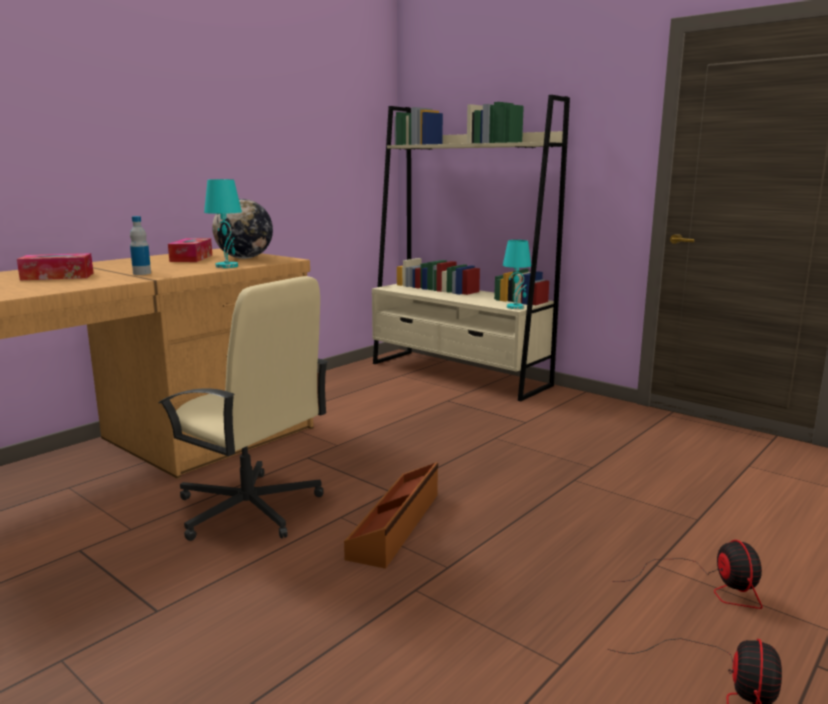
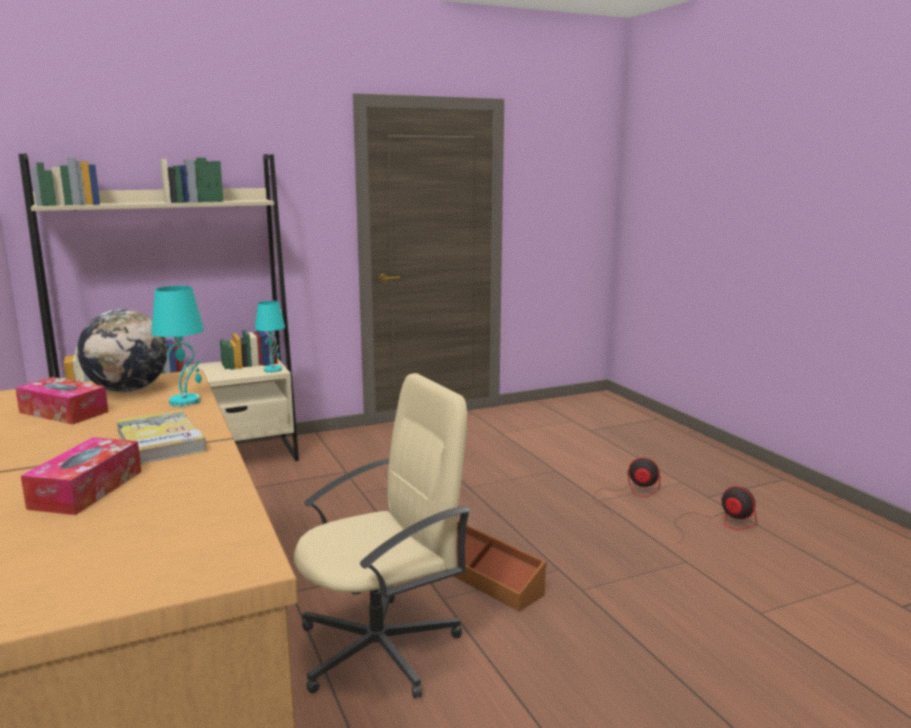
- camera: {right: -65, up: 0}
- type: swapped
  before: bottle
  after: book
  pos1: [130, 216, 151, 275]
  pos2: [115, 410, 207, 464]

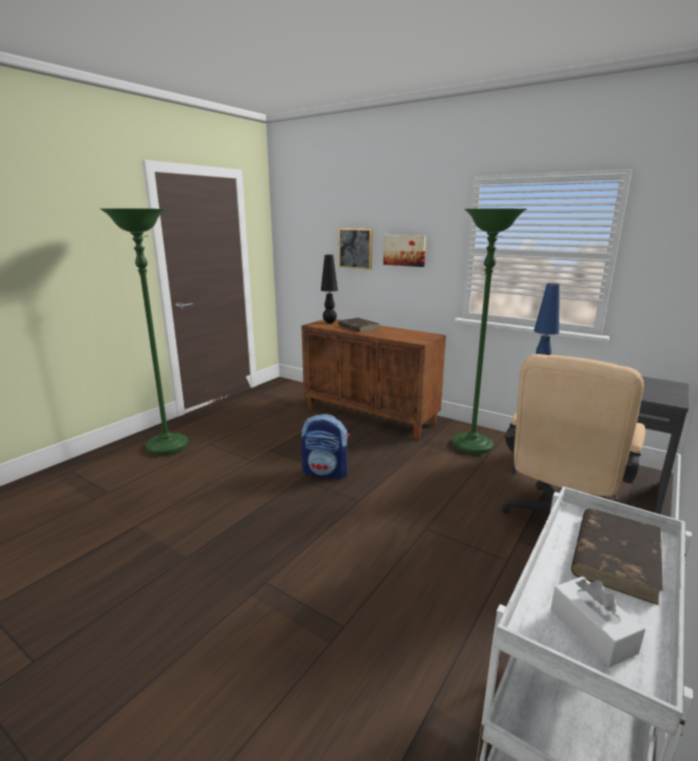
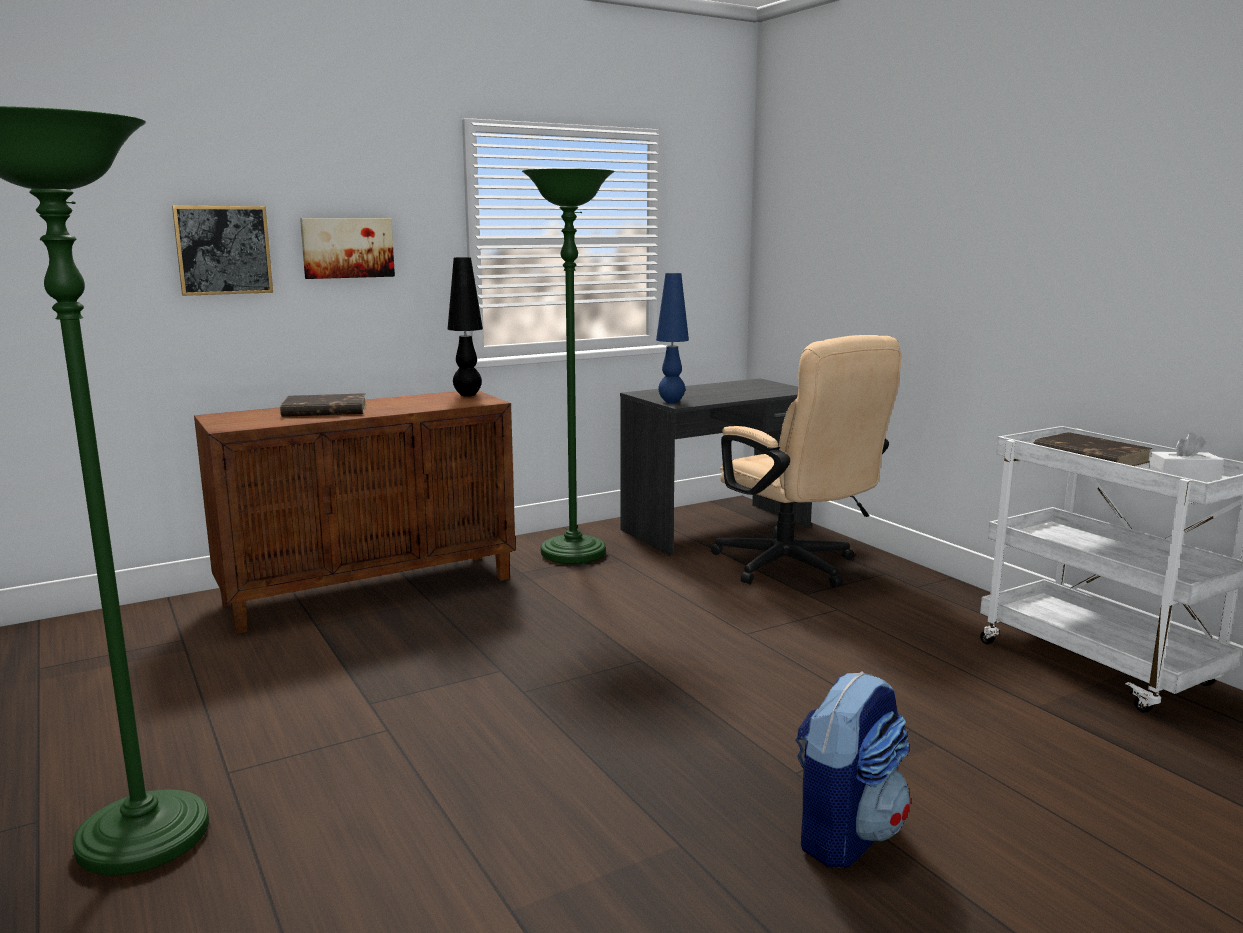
- camera: {right: -65, up: -5}
- type: shifted
  before: backpack
  pos1: [301, 414, 349, 480]
  pos2: [795, 671, 910, 868]
- type: shifted
  before: black_table_lamp
  pos1: [321, 254, 338, 323]
  pos2: [447, 257, 483, 397]

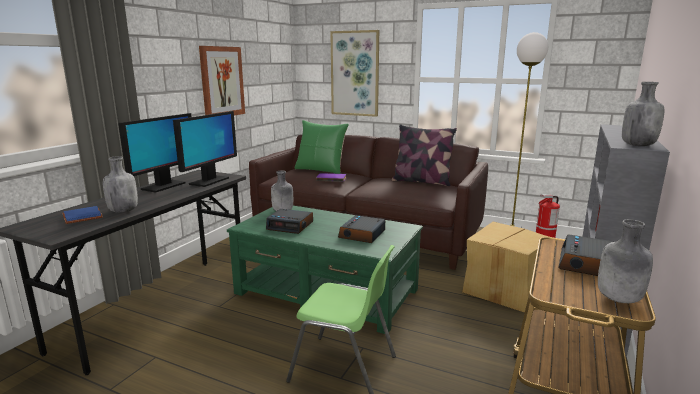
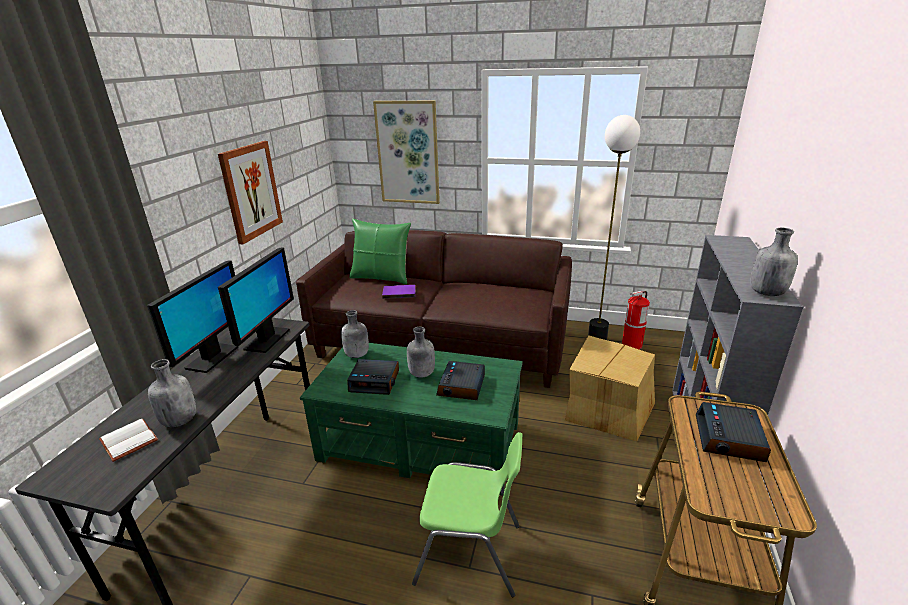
- camera: {right: -10, up: 10}
- type: repainted
  before: blue_book
  after: white_book
  pos1: [62, 206, 103, 224]
  pos2: [99, 419, 158, 462]
- type: gone
  before: pillow
  pos1: [392, 124, 457, 186]
- type: shifted
  before: grey_bottle
  pos1: [598, 219, 653, 303]
  pos2: [407, 327, 435, 378]

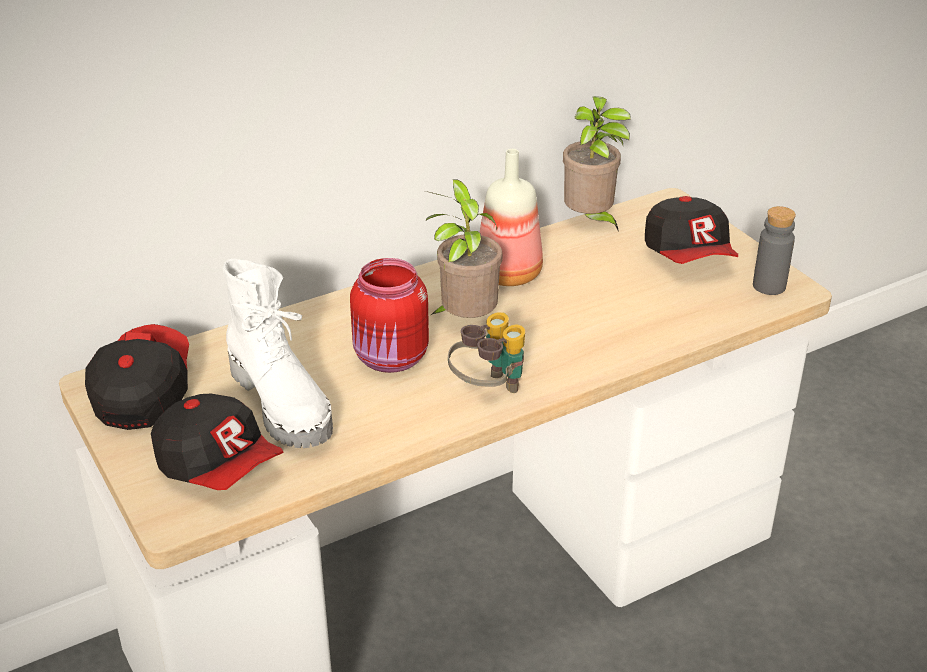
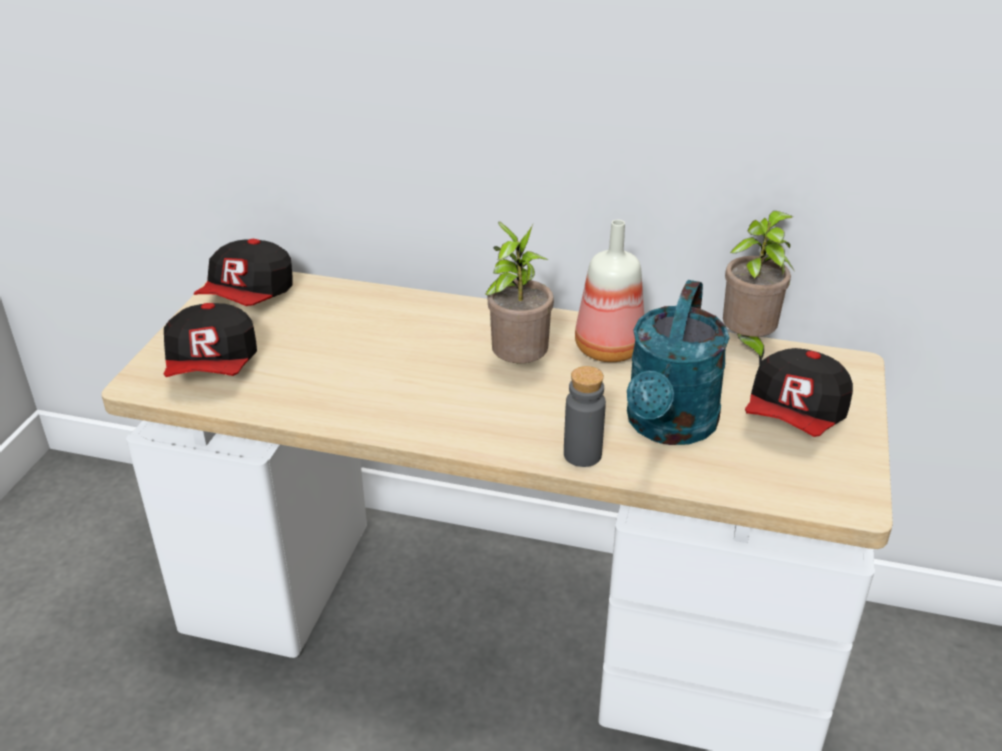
- camera: {right: 45, up: 0}
- type: rotated
  before: cap
  pos1: [85, 324, 189, 430]
  pos2: [194, 239, 292, 306]
  turn: 150
- type: gone
  before: white_boot
  pos1: [223, 258, 333, 448]
- type: gone
  before: red_jar
  pos1: [350, 258, 429, 373]
- type: gone
  before: binoculars
  pos1: [448, 312, 525, 393]
- type: shifted
  before: grey_bottle
  pos1: [753, 206, 796, 295]
  pos2: [564, 366, 606, 467]
- type: new
  after: turquoise_watering_can
  pos2: [627, 280, 730, 445]

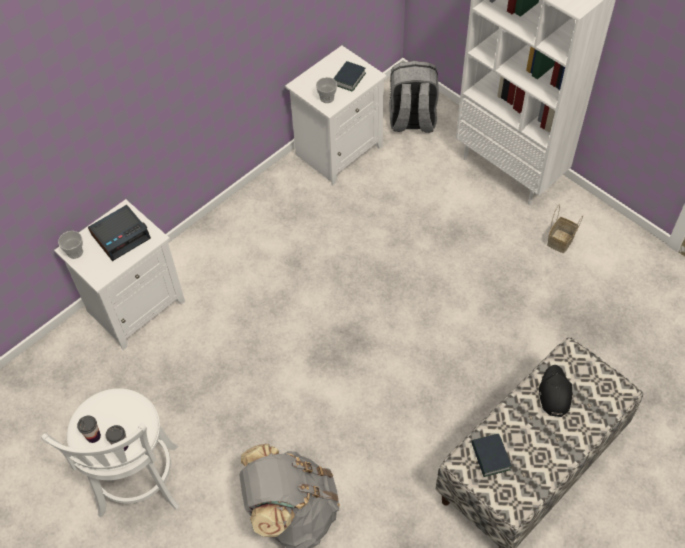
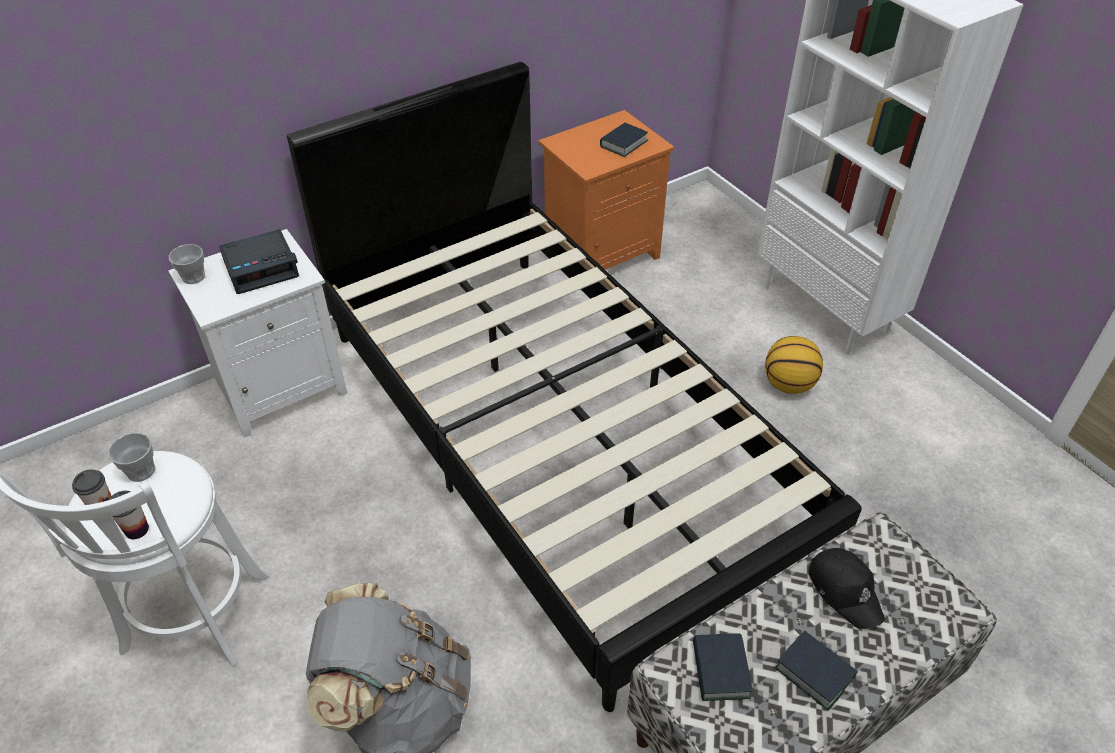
- camera: {right: 10, up: -10}
- type: repainted
  before: white_nightstand
  after: orange_nightstand
  pos1: [285, 46, 386, 185]
  pos2: [538, 110, 674, 270]
- type: shifted
  before: cup
  pos1: [316, 77, 337, 103]
  pos2: [108, 433, 156, 482]
- type: gone
  before: grey_backpack
  pos1: [389, 61, 439, 133]
- type: rotated
  before: black_cap
  pos1: [539, 365, 572, 417]
  pos2: [809, 548, 885, 629]
  turn: 135
- type: gone
  before: basket
  pos1: [547, 205, 583, 253]
- type: new
  after: black_bed
  pos2: [287, 62, 862, 712]
- type: new
  after: basketball
  pos2: [765, 336, 823, 394]
- type: new
  after: book
  pos2: [775, 630, 858, 711]

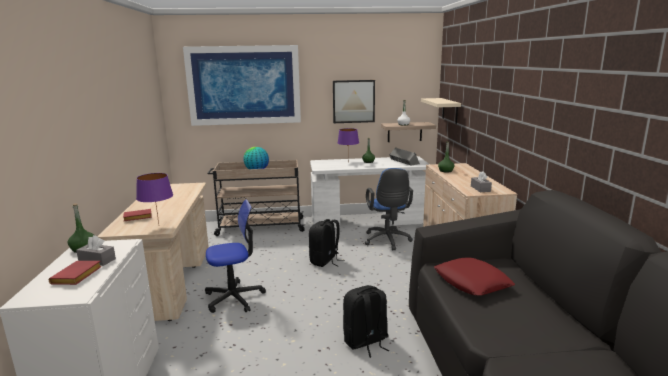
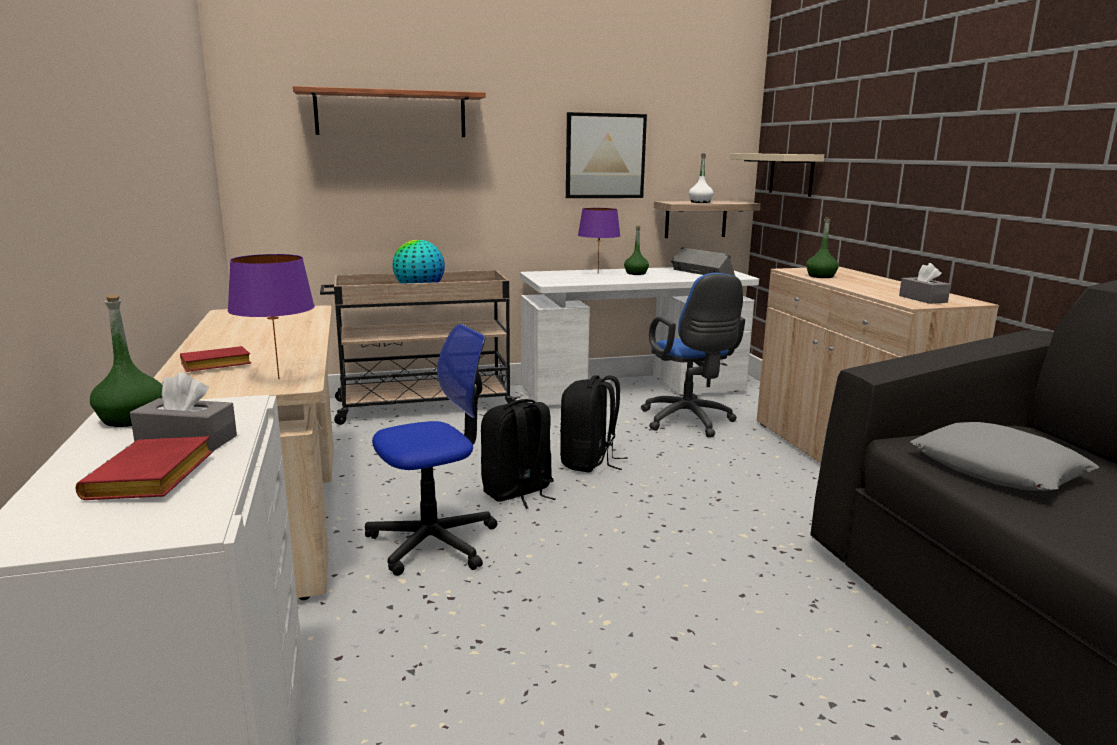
- camera: {right: -10, up: 0}
- type: swapped
  before: picture
  after: shelf
  pos1: [183, 45, 301, 126]
  pos2: [293, 86, 486, 137]
- type: shifted
  before: black_backpack
  pos1: [343, 285, 389, 358]
  pos2: [481, 399, 555, 509]
- type: repainted
  before: red_pillow
  after: grey_pillow
  pos1: [434, 258, 515, 296]
  pos2: [910, 422, 1099, 491]

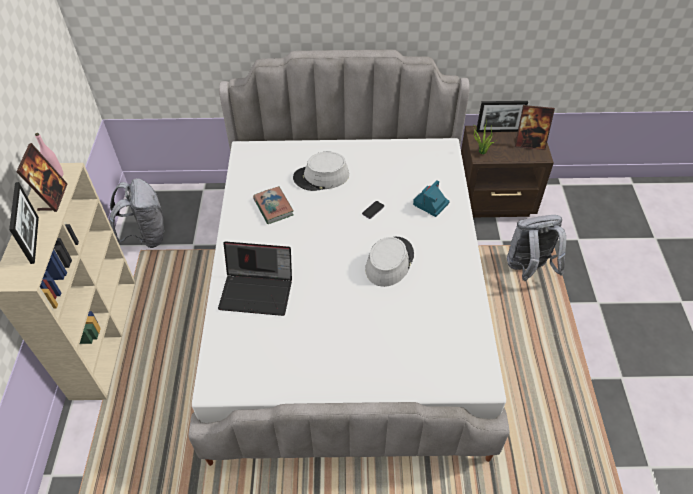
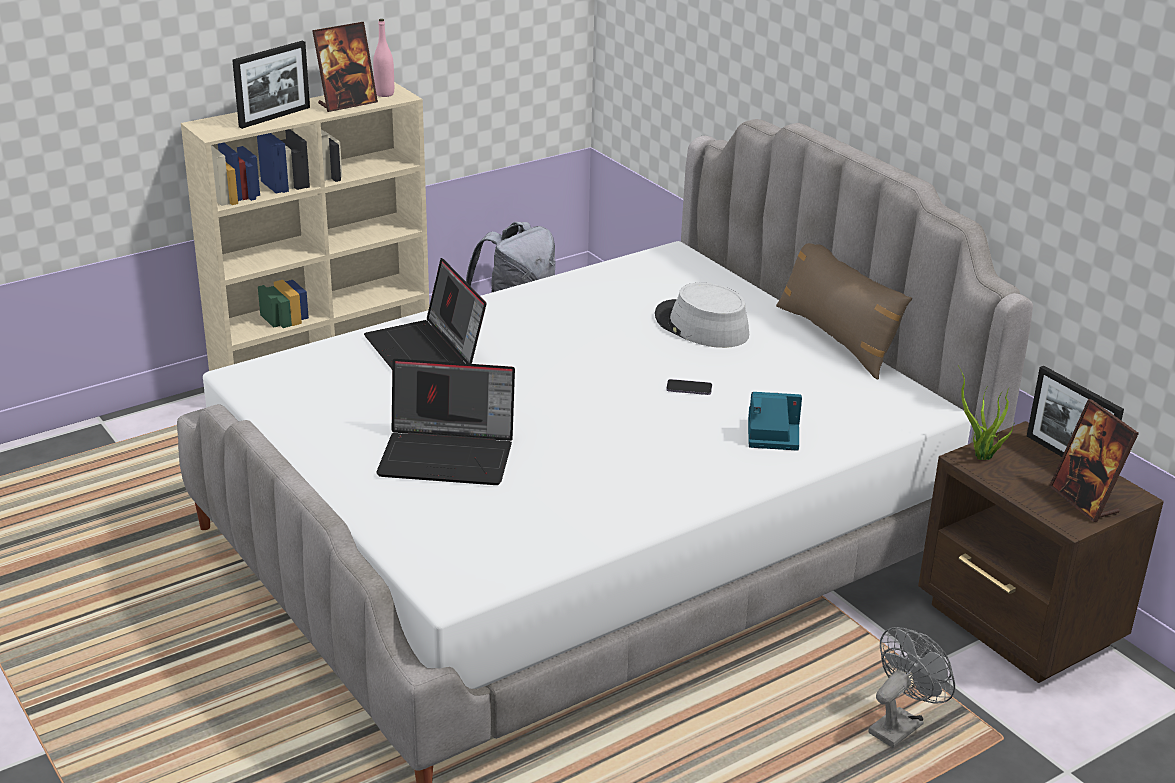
- camera: {right: 55, up: -20}
- type: gone
  before: book
  pos1: [253, 186, 293, 224]
- type: gone
  before: grey_hat
  pos1: [365, 237, 414, 287]
- type: swapped
  before: grey_backpack
  after: grey_fan
  pos1: [507, 215, 566, 281]
  pos2: [868, 627, 955, 748]
- type: new
  after: laptop
  pos2: [376, 359, 515, 485]
- type: new
  after: brown_pillow
  pos2: [776, 243, 912, 380]

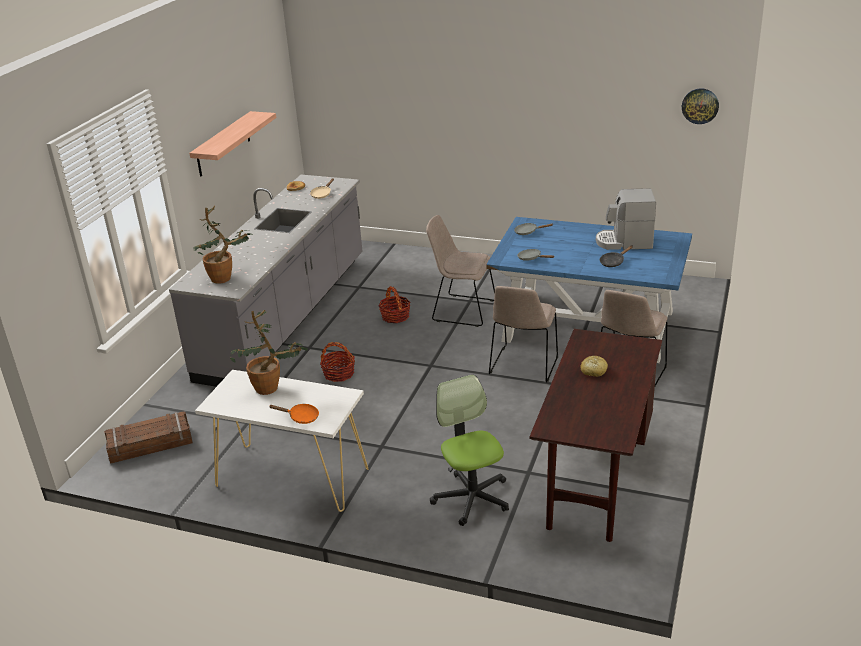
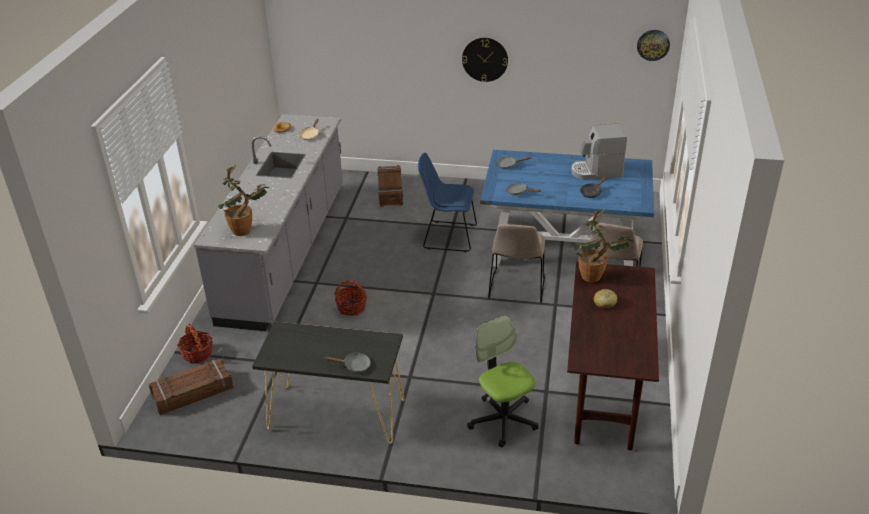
- camera: {right: -10, up: 5}
- type: gone
  before: shelf
  pos1: [189, 111, 276, 177]
- type: repainted
  before: white_console_table
  after: black_console_table
  pos1: [195, 370, 368, 512]
  pos2: [252, 321, 405, 444]
- type: shifted
  before: potted_plant
  pos1: [230, 310, 308, 395]
  pos2: [573, 210, 634, 282]
- type: repainted
  before: orange_frying_pan
  after: grey_frying_pan
  pos1: [269, 404, 319, 424]
  pos2: [324, 353, 371, 372]
- type: shifted
  before: basket
  pos1: [379, 286, 411, 323]
  pos2: [177, 324, 213, 363]
- type: repainted
  before: beige_chair
  after: blue_chair
  pos1: [426, 215, 495, 327]
  pos2: [418, 153, 477, 252]
- type: new
  after: crate
  pos2: [377, 165, 403, 207]
- type: new
  after: wall_clock
  pos2: [462, 38, 508, 82]

